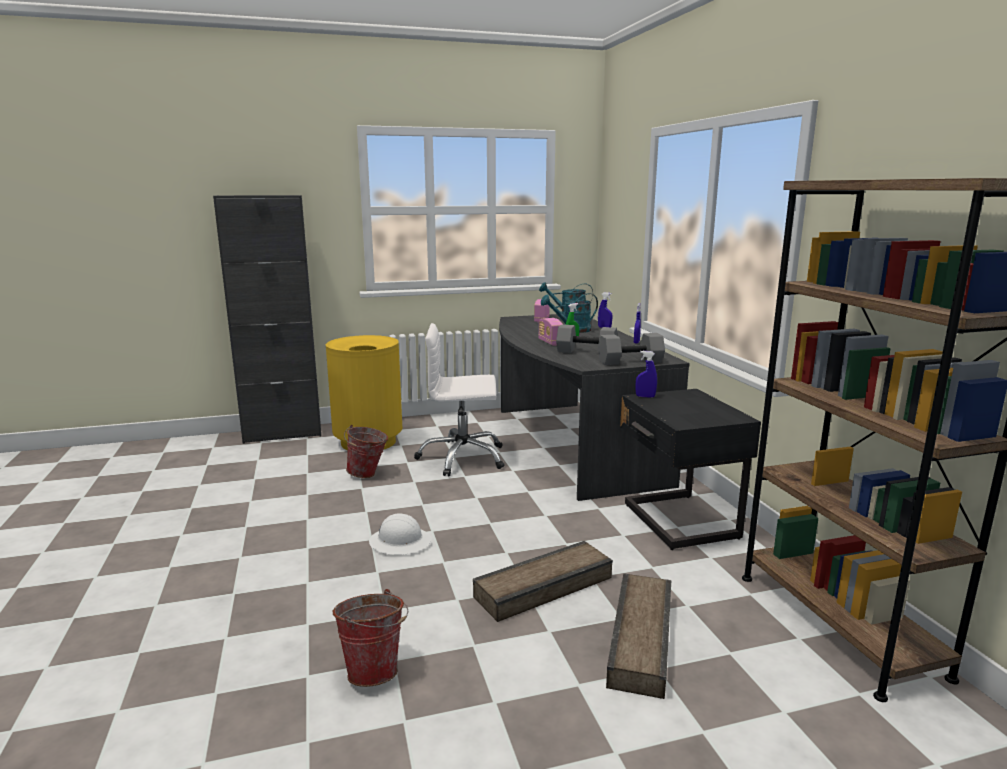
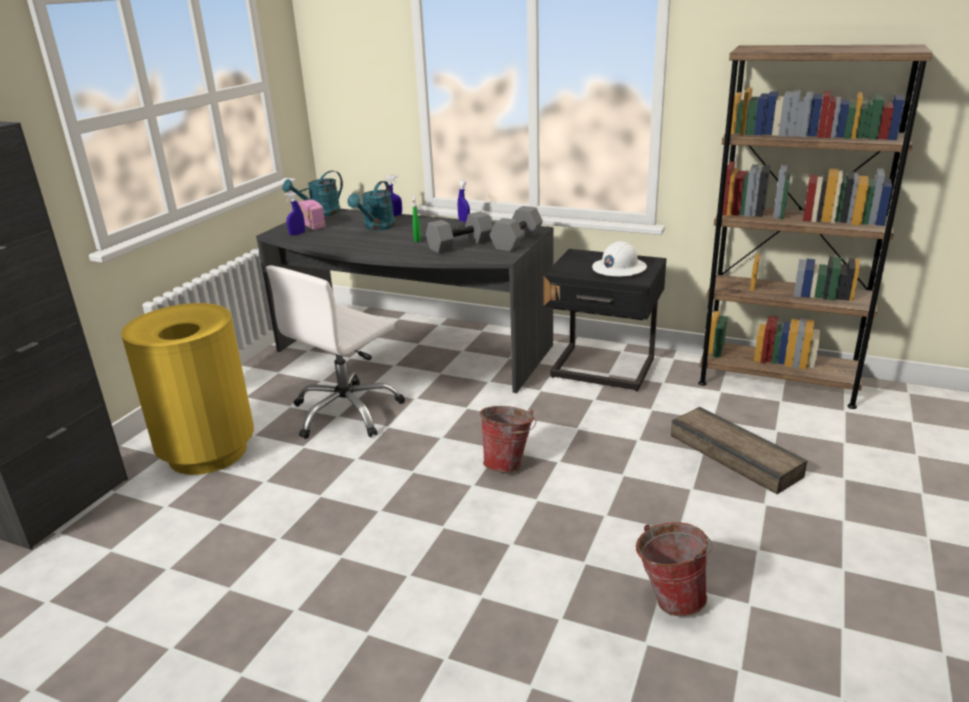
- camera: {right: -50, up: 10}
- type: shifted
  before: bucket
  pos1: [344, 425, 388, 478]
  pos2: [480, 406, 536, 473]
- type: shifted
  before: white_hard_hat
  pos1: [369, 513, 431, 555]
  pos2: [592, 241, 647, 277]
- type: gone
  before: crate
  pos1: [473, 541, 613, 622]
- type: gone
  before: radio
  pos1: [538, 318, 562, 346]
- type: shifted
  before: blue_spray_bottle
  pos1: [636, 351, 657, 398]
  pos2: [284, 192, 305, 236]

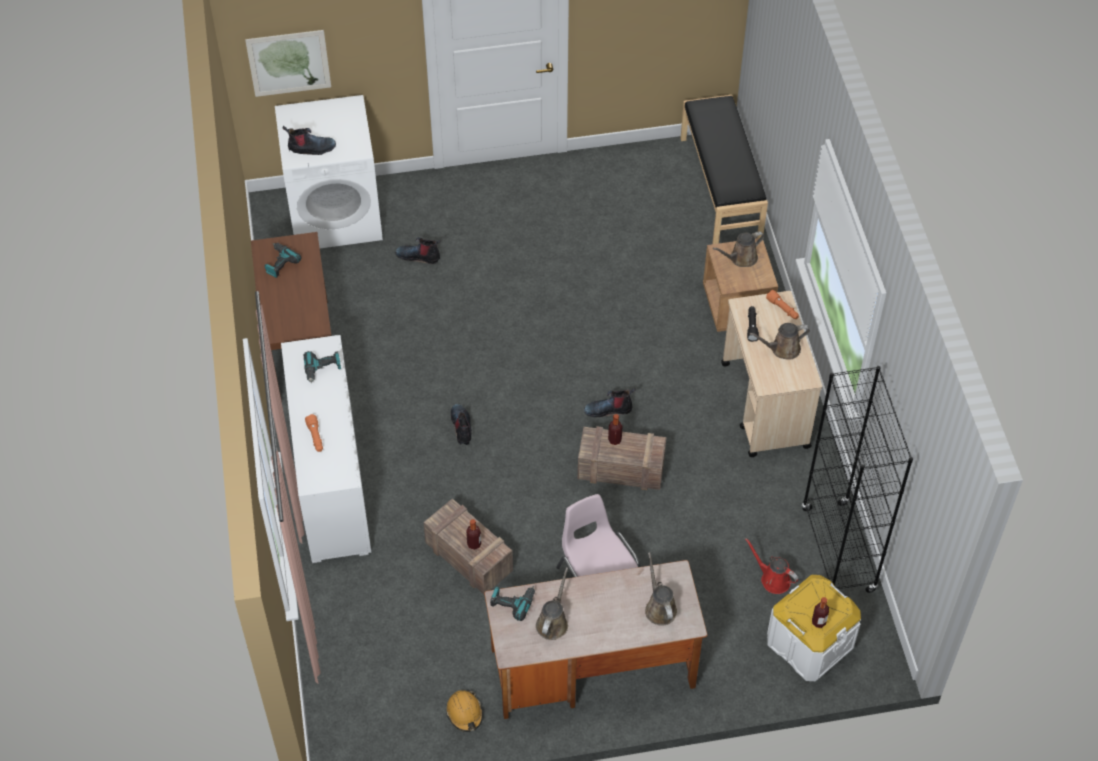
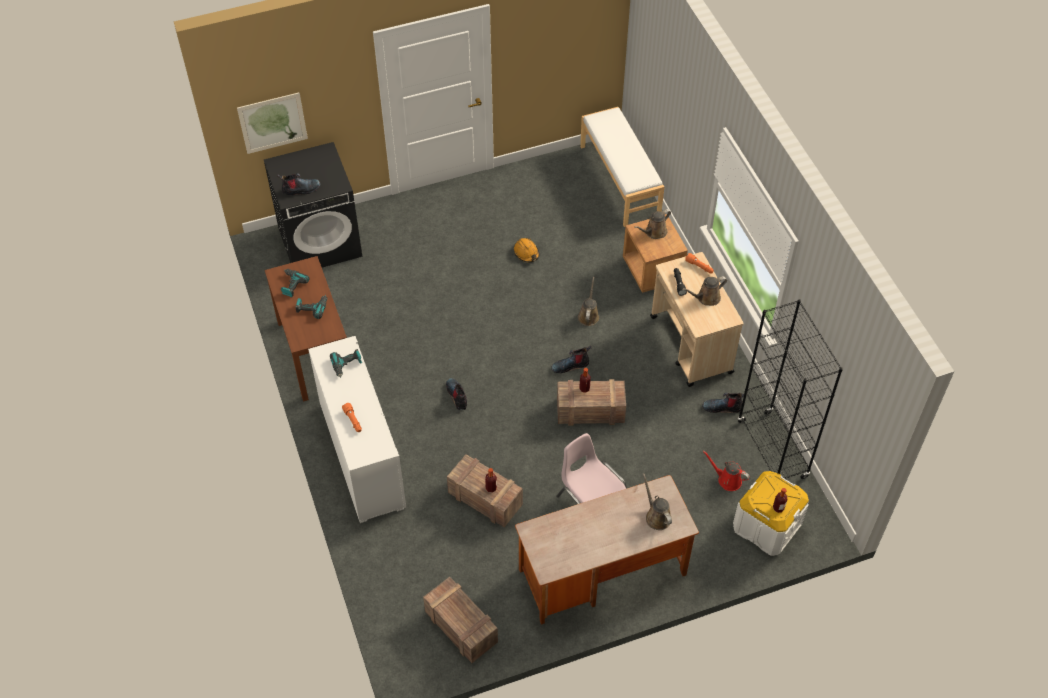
- camera: {right: -10, up: 0}
- type: repainted
  before: white_washing_machine
  after: black_washing_machine
  pos1: [275, 95, 383, 248]
  pos2: [264, 142, 362, 268]
- type: shifted
  before: boot
  pos1: [395, 237, 441, 264]
  pos2: [702, 393, 744, 413]
- type: shifted
  before: orange_hard_hat
  pos1: [446, 689, 483, 732]
  pos2: [514, 238, 539, 262]
- type: shifted
  before: power_drill
  pos1: [490, 586, 535, 621]
  pos2: [296, 295, 328, 319]
- type: shifted
  before: brown_watering_can
  pos1: [536, 567, 568, 640]
  pos2: [578, 277, 599, 326]
- type: repainted
  before: black_bench
  after: white_bench
  pos1: [680, 95, 768, 244]
  pos2: [580, 107, 664, 227]
- type: new
  after: crate
  pos2: [423, 577, 498, 663]

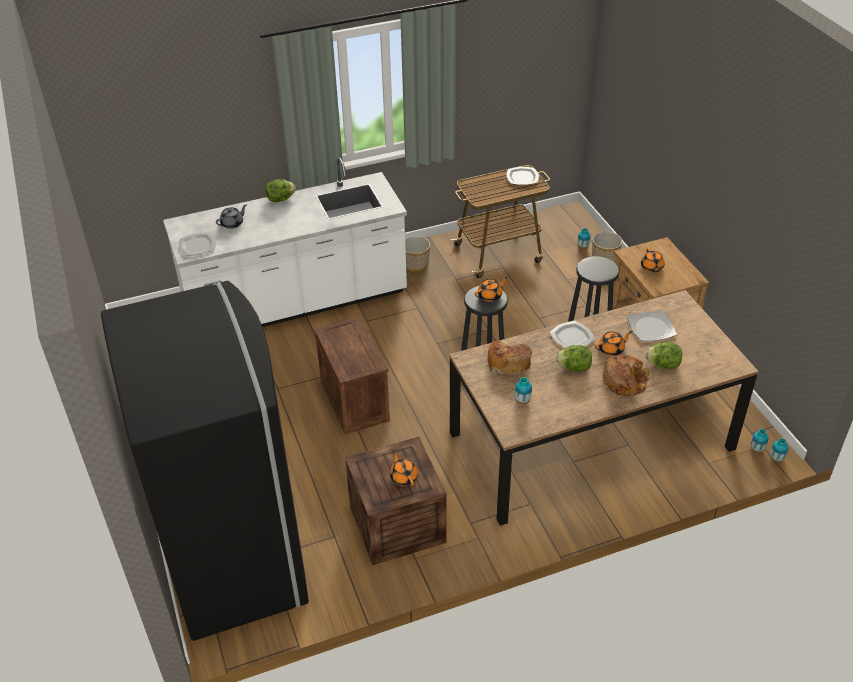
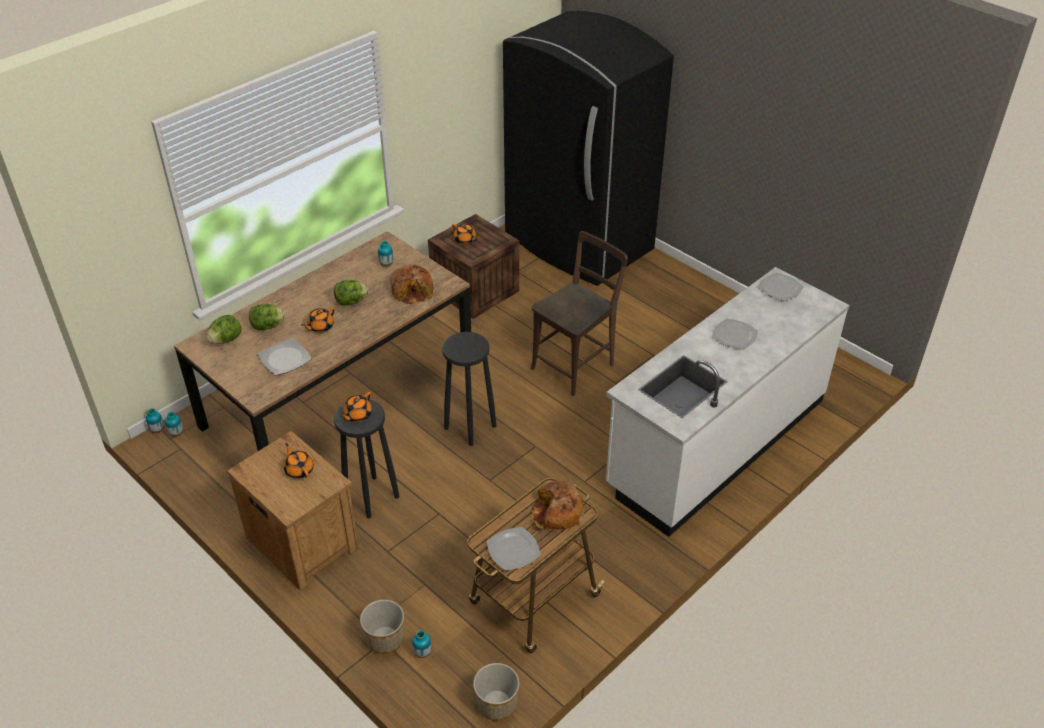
- camera: {right: 155, up: 0}
- type: gone
  before: grey_teapot
  pos1: [216, 204, 247, 229]
- type: shifted
  before: lettuce
  pos1: [265, 179, 296, 202]
  pos2: [206, 315, 242, 344]
- type: swapped
  before: crate
  after: brown_chair
  pos1: [314, 317, 390, 434]
  pos2: [531, 231, 628, 396]
- type: shifted
  before: planter
  pos1: [405, 236, 430, 272]
  pos2: [473, 663, 519, 721]
- type: shifted
  before: orange_teapot
  pos1: [475, 277, 508, 302]
  pos2: [340, 392, 372, 422]
- type: shifted
  before: plate
  pos1: [550, 321, 595, 348]
  pos2: [712, 319, 758, 350]
- type: shifted
  before: bread
  pos1: [603, 355, 649, 396]
  pos2: [531, 480, 584, 530]

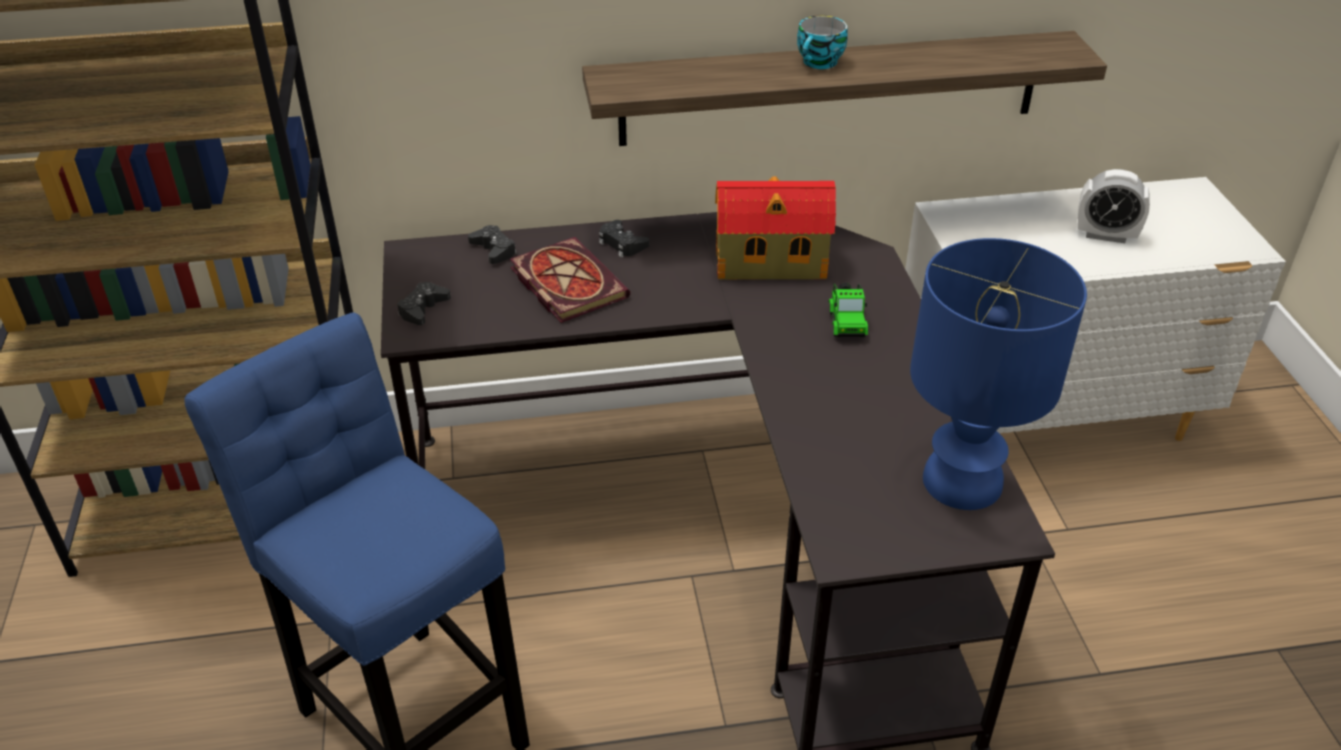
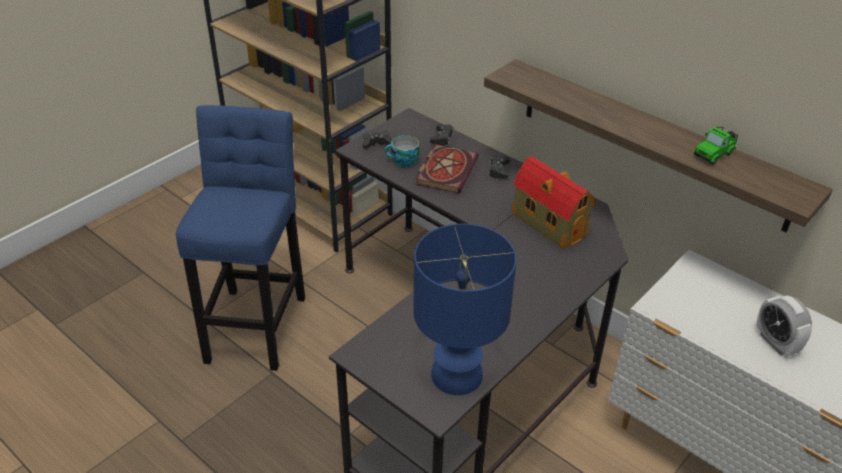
- camera: {right: 50, up: 0}
- type: shifted
  before: cup
  pos1: [797, 16, 848, 69]
  pos2: [385, 135, 420, 167]
- type: shifted
  before: toy_car
  pos1: [828, 283, 868, 337]
  pos2: [693, 127, 738, 165]

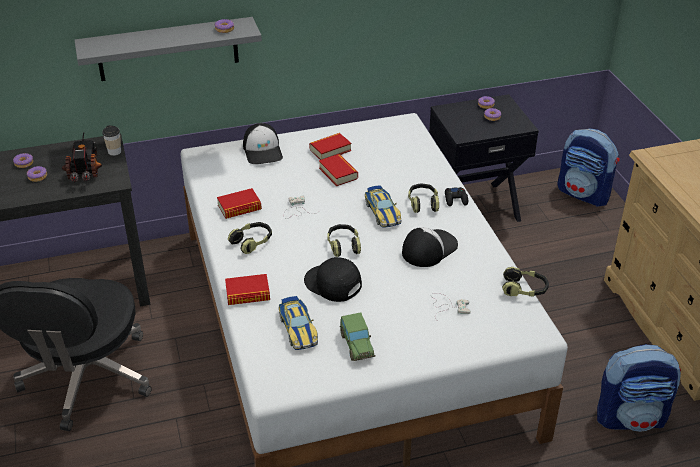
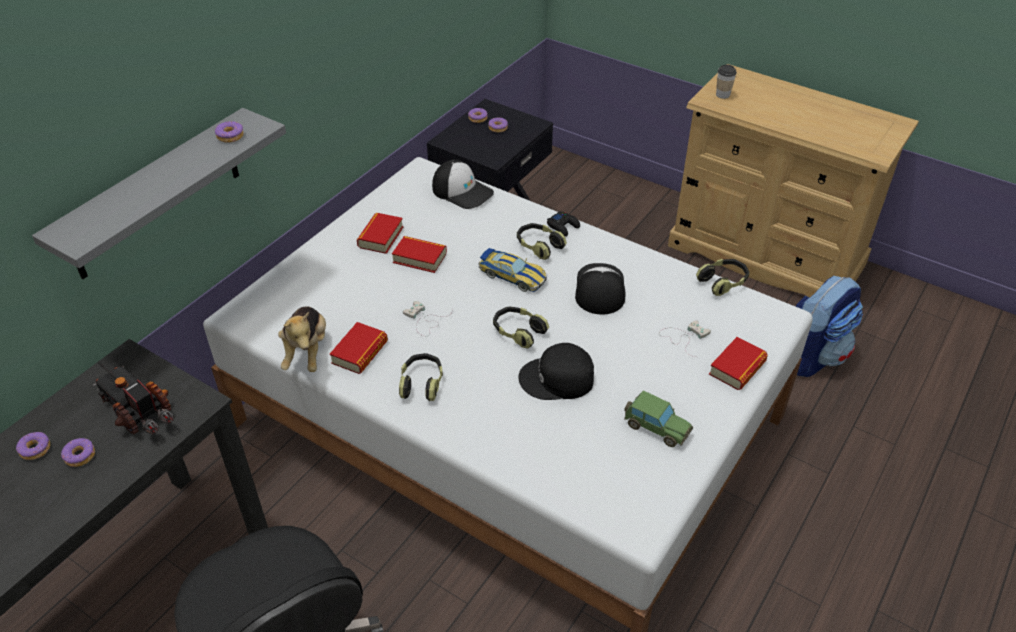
- camera: {right: -40, up: 5}
- type: shifted
  before: cup
  pos1: [102, 125, 121, 156]
  pos2: [716, 65, 737, 99]
- type: shifted
  before: book
  pos1: [225, 274, 270, 305]
  pos2: [709, 337, 768, 390]
- type: shifted
  before: cap
  pos1: [243, 123, 283, 164]
  pos2: [432, 159, 494, 209]
- type: gone
  before: toy_car
  pos1: [278, 296, 318, 350]
- type: gone
  before: backpack
  pos1: [557, 128, 620, 207]
- type: new
  after: plush_toy
  pos2: [278, 306, 326, 372]

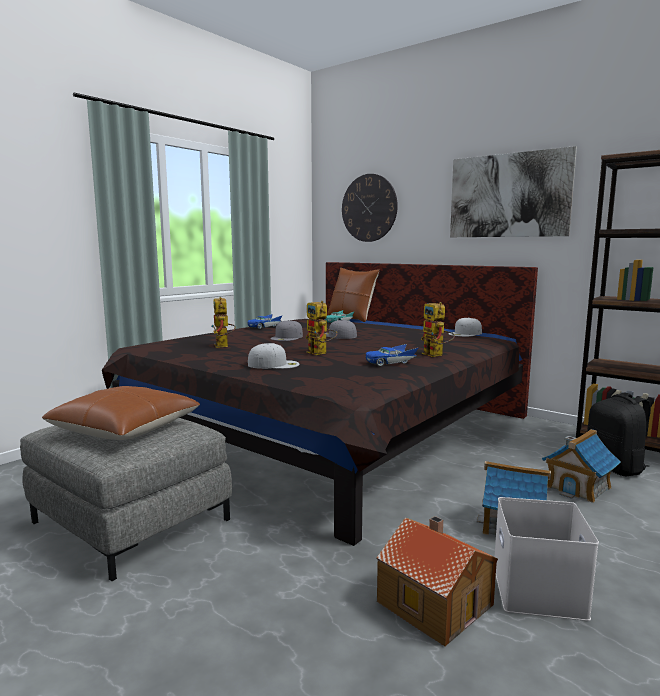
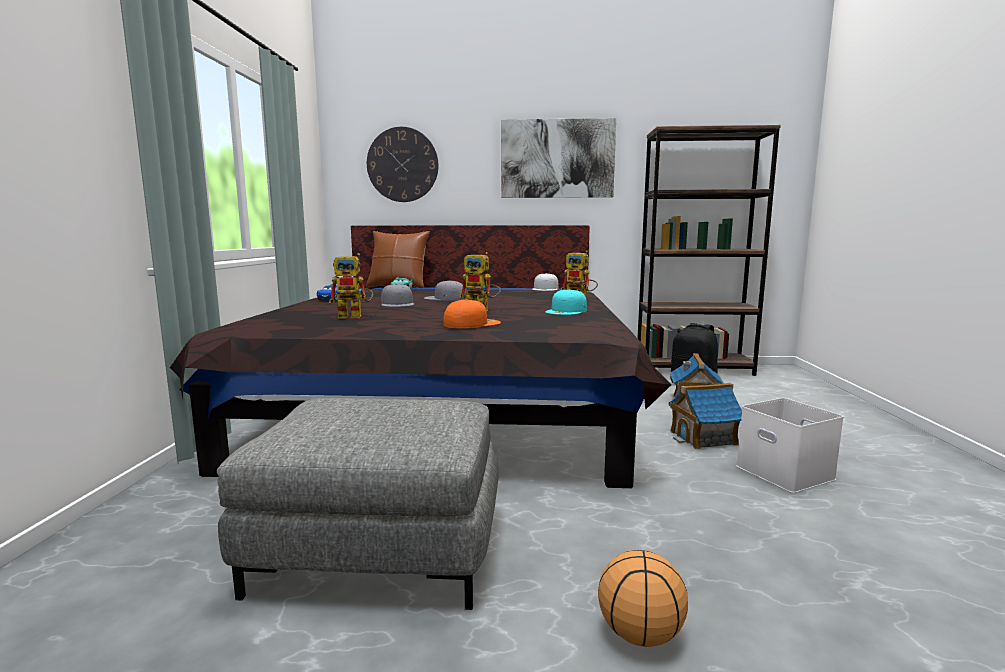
- camera: {right: -35, up: 0}
- type: gone
  before: brown_pillow
  pos1: [42, 386, 200, 440]
- type: rotated
  before: toy_robot
  pos1: [211, 297, 236, 348]
  pos2: [329, 253, 373, 319]
  turn: -45
- type: repainted
  before: white_cap
  after: orange_cap
  pos1: [248, 343, 300, 369]
  pos2: [443, 299, 501, 328]
- type: swapped
  before: blue_toy_car
  after: turquoise_cap
  pos1: [365, 344, 418, 366]
  pos2: [545, 289, 587, 315]
- type: gone
  before: toy_house
  pos1: [376, 516, 498, 646]
- type: new
  after: basketball
  pos2: [598, 550, 688, 647]

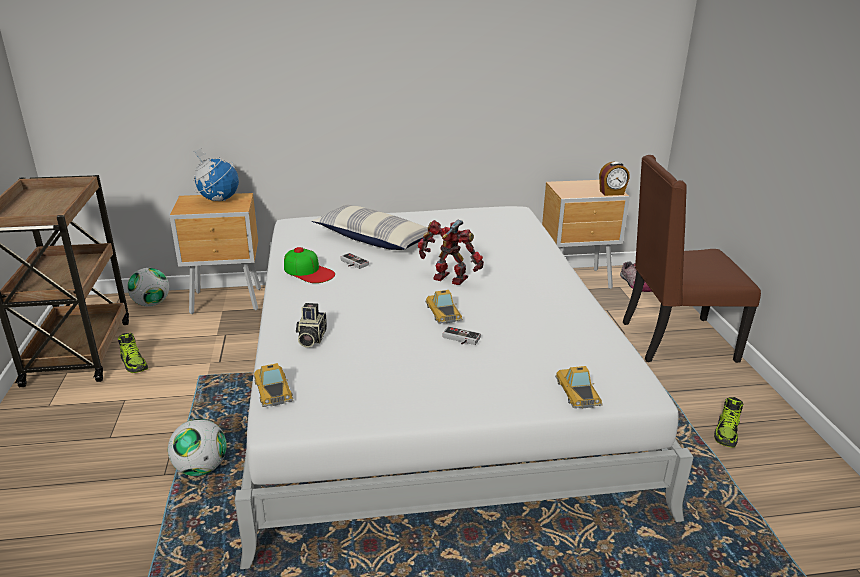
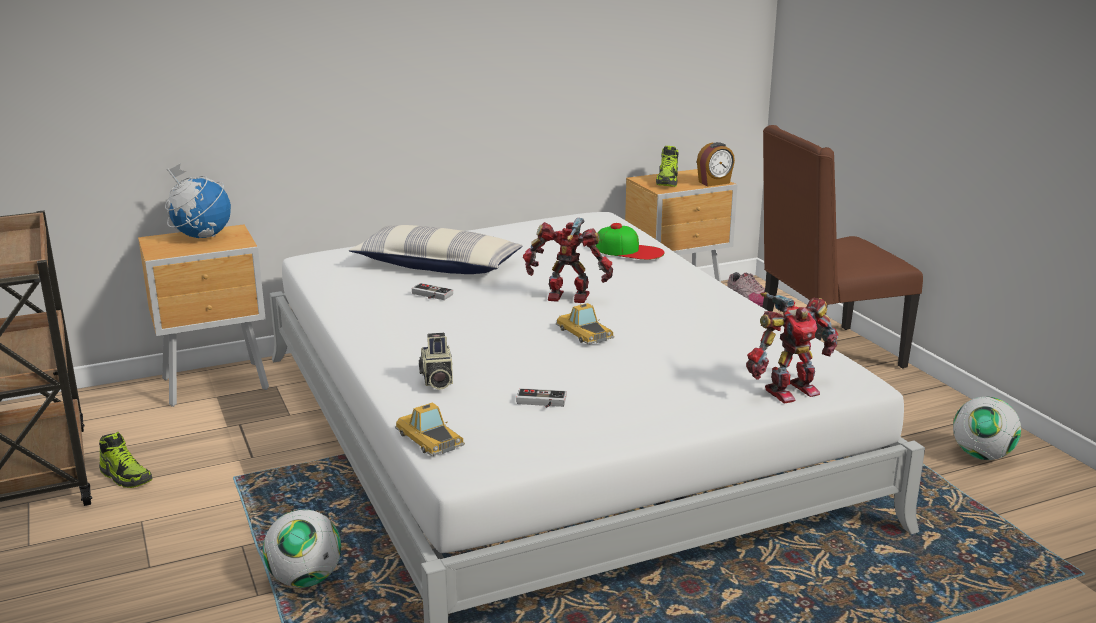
- camera: {right: -15, up: -5}
- type: shifted
  before: football
  pos1: [127, 268, 169, 307]
  pos2: [953, 397, 1021, 460]
- type: shifted
  before: cap
  pos1: [284, 247, 335, 283]
  pos2: [596, 223, 665, 260]
- type: shifted
  before: game_controller
  pos1: [443, 326, 481, 345]
  pos2: [516, 388, 567, 408]
- type: swapped
  before: toy_car
  after: toy_robot
  pos1: [555, 366, 603, 409]
  pos2: [746, 292, 838, 404]
- type: shifted
  before: shoe
  pos1: [714, 397, 743, 448]
  pos2: [656, 146, 679, 187]

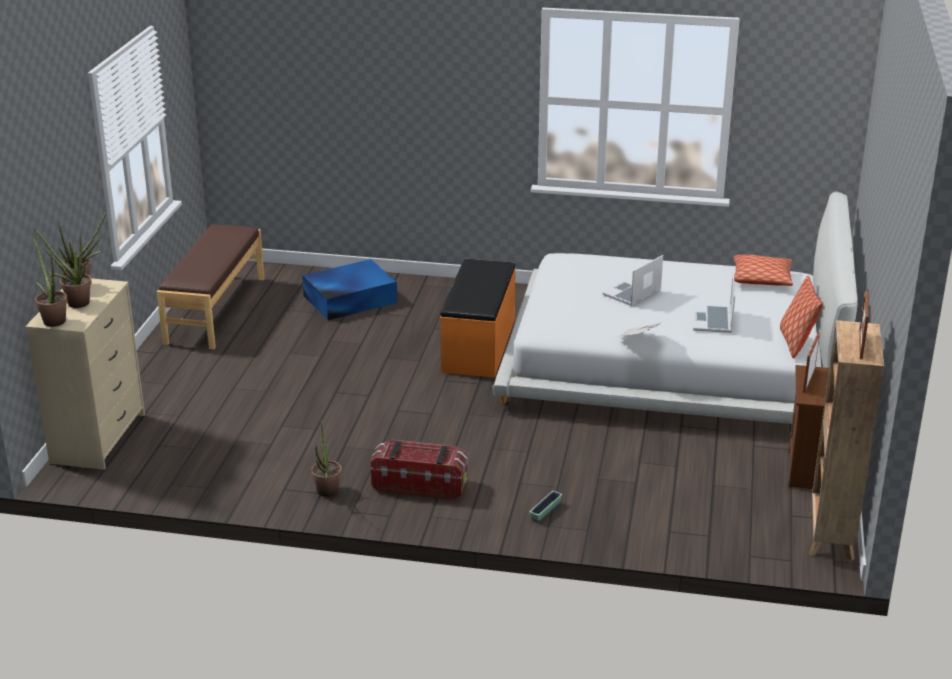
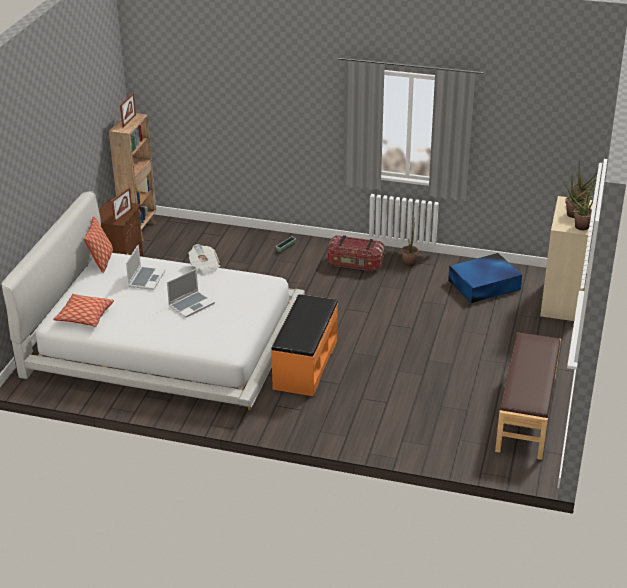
- camera: {right: -175, up: 5}
- type: shifted
  before: blue_storage_box
  pos1: [302, 259, 398, 320]
  pos2: [448, 253, 522, 303]

